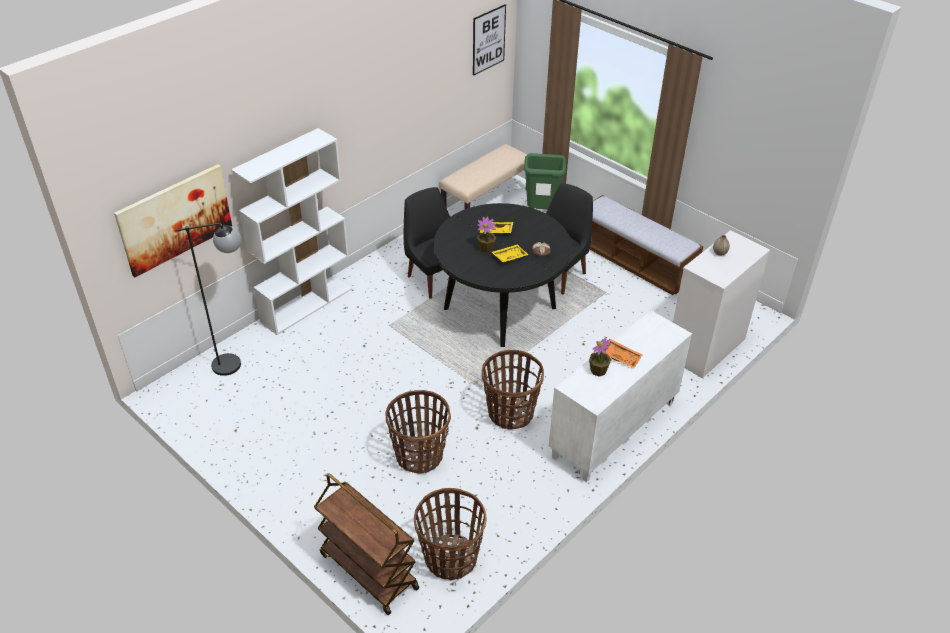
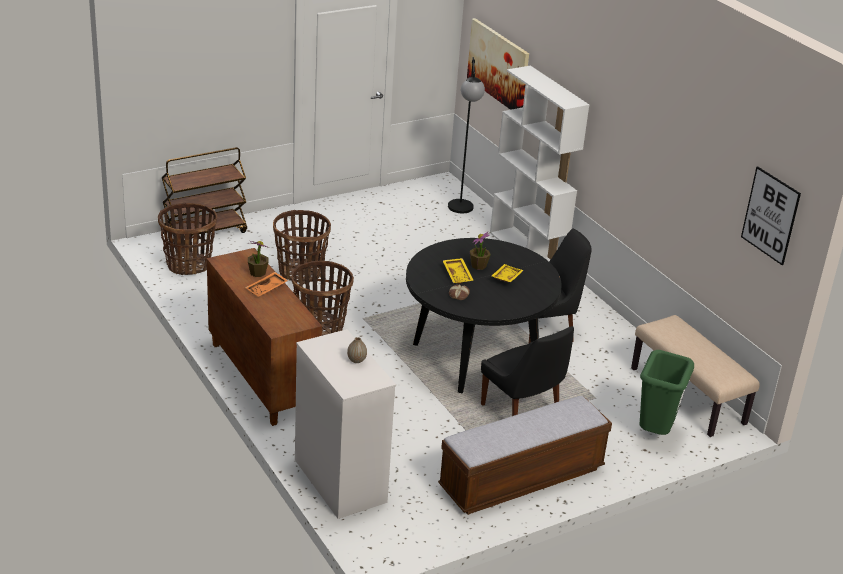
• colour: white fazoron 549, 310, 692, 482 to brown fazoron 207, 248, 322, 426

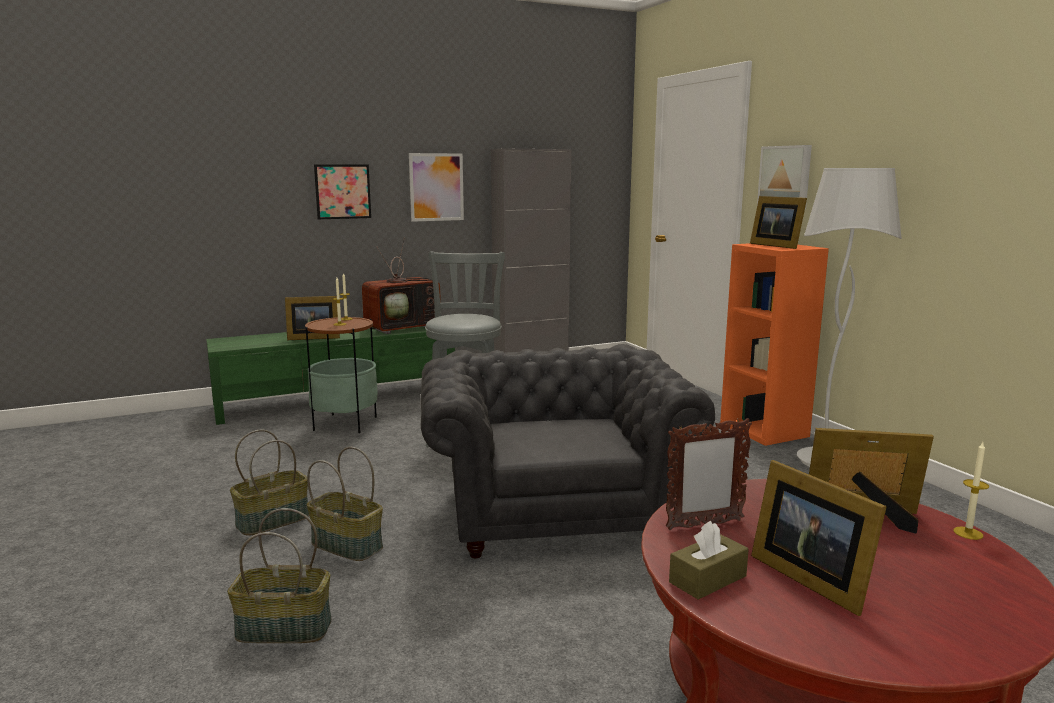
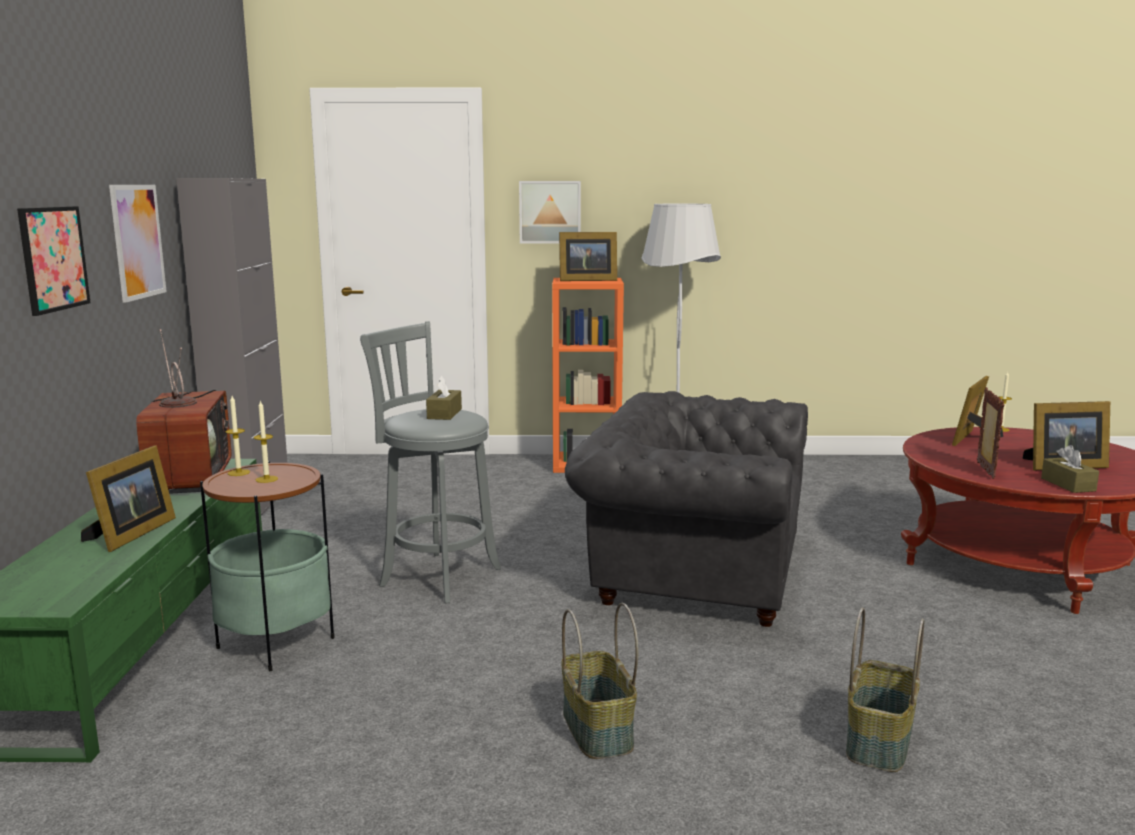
• missing: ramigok 307, 447, 383, 561
• appeared: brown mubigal 426, 376, 462, 420

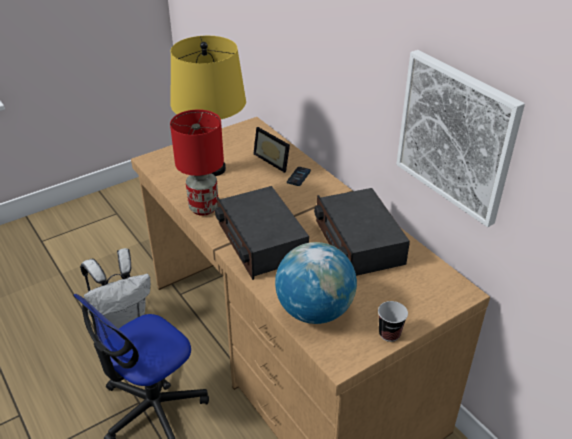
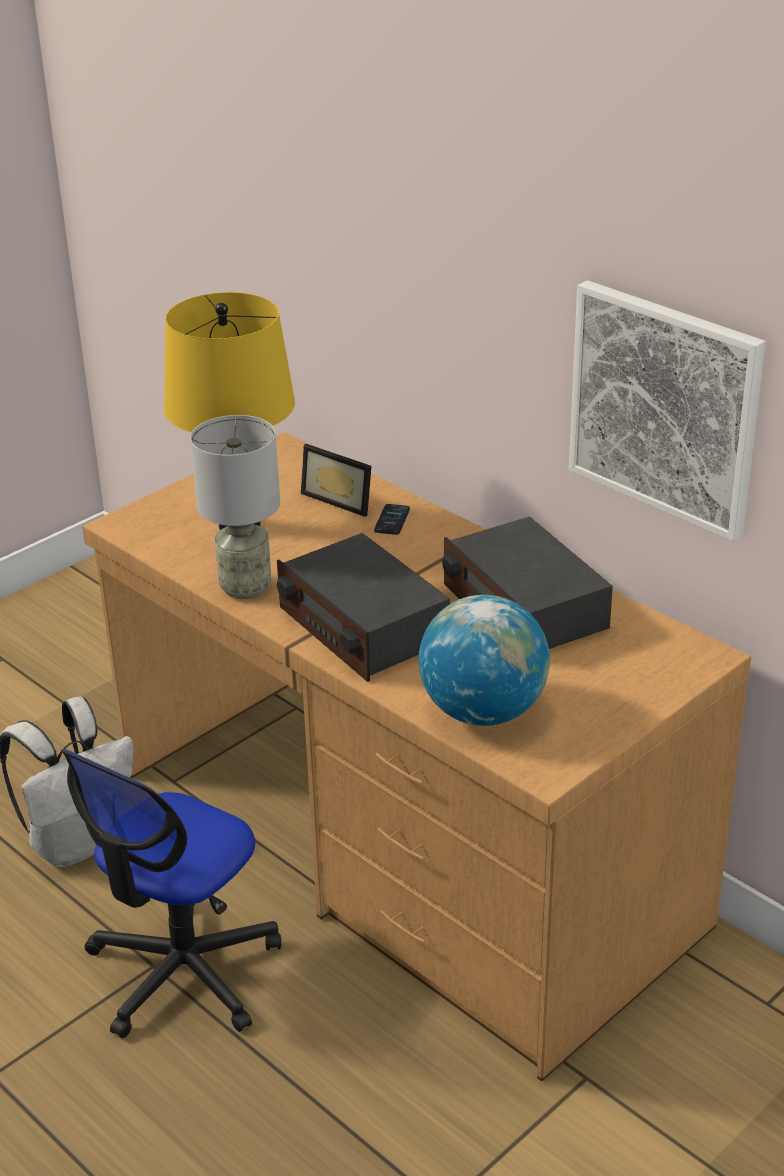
• colour: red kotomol 170, 109, 224, 216 to grey kotomol 190, 415, 280, 599
• missing: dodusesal 378, 301, 408, 342

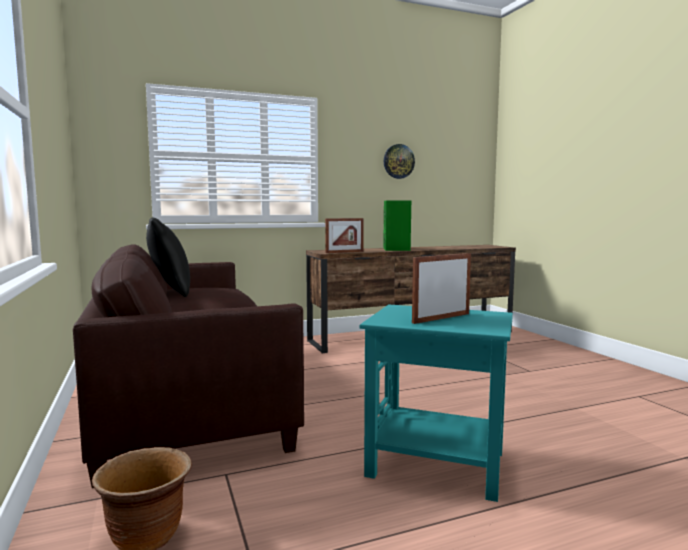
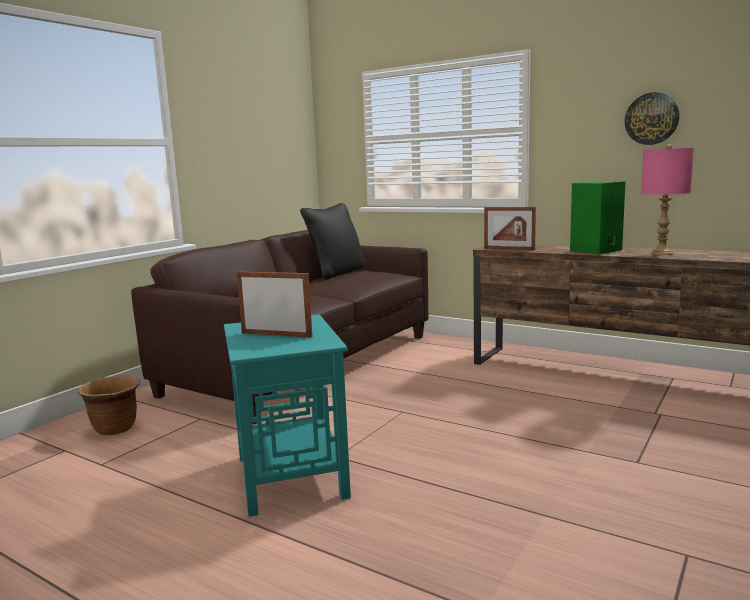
• appeared: pink kotomol 641, 144, 694, 255

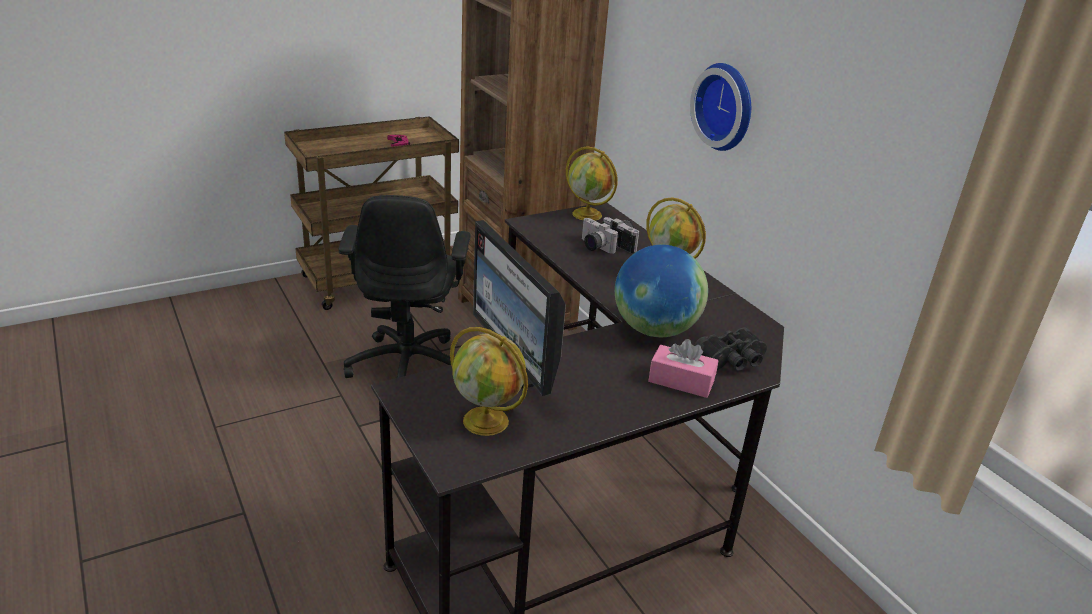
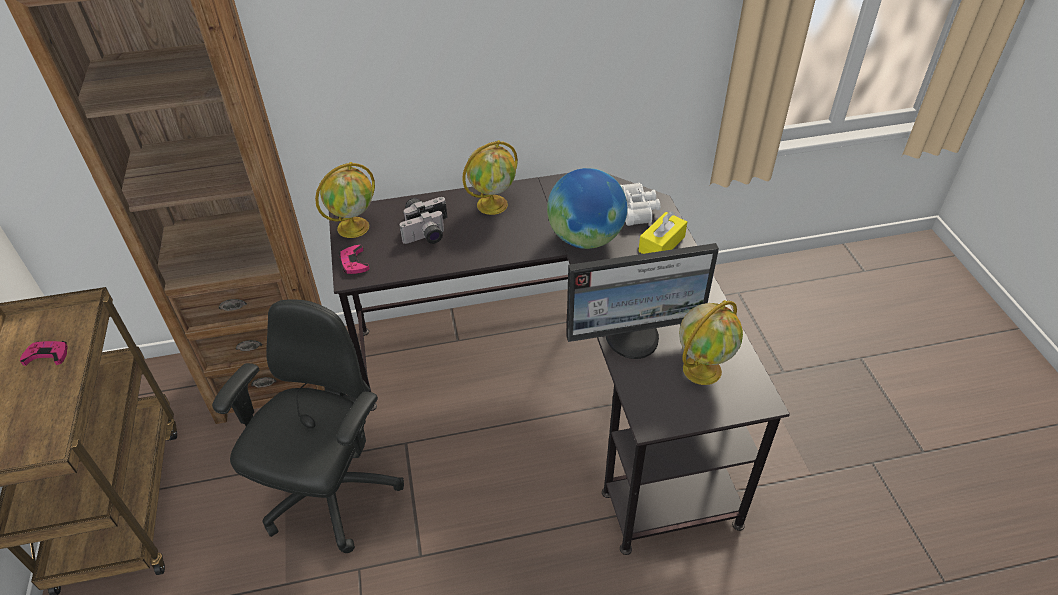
• spun: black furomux 339, 195, 471, 378 = 212, 299, 404, 553 90 degrees counterclockwise
• colour: pink mubigal 648, 339, 719, 398 to yellow mubigal 638, 211, 687, 254
• missing: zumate 690, 63, 751, 151
• colour: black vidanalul 694, 328, 767, 371 to white vidanalul 620, 183, 660, 226
• appeared: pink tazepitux 339, 245, 369, 274

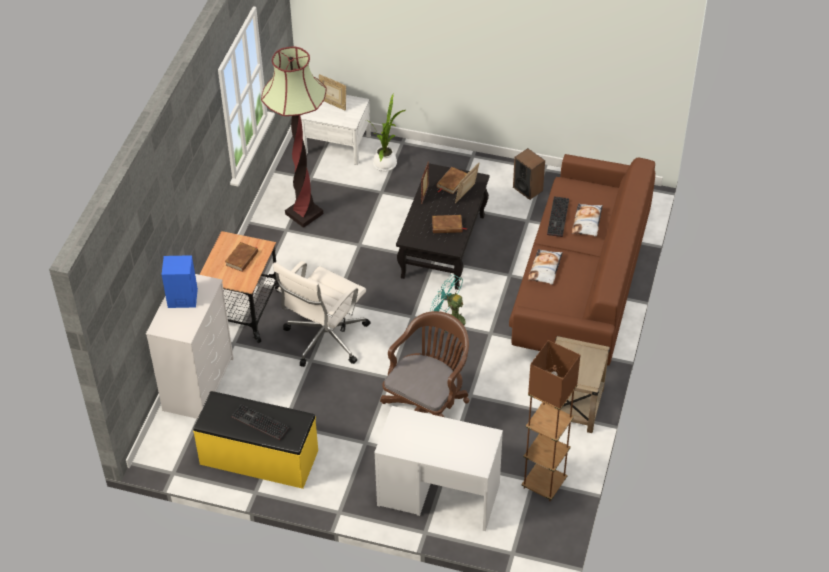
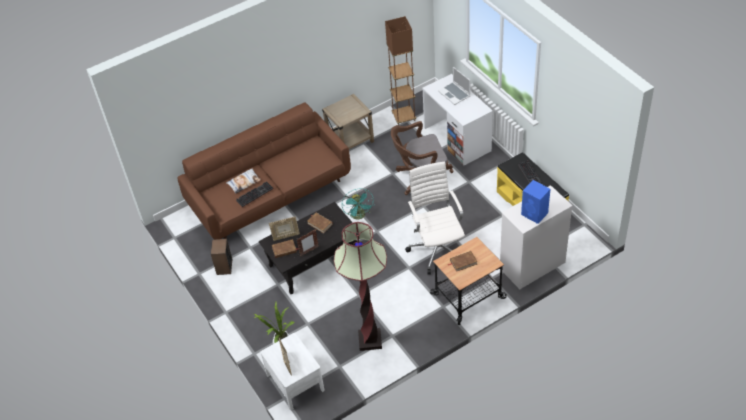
• spun: white furomux 273, 261, 371, 367 = 405, 161, 465, 275 90 degrees counterclockwise
• missing: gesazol 528, 249, 563, 285
• appeared: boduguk 438, 67, 470, 105

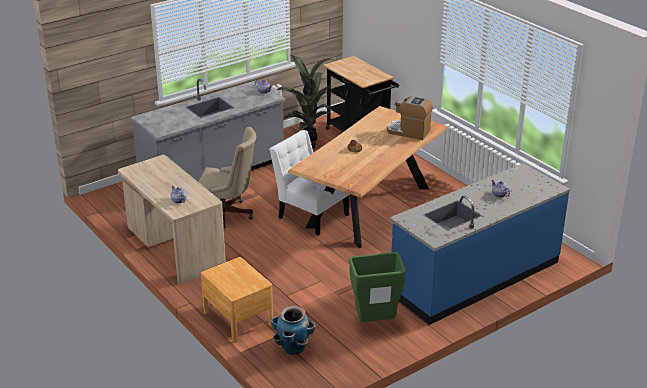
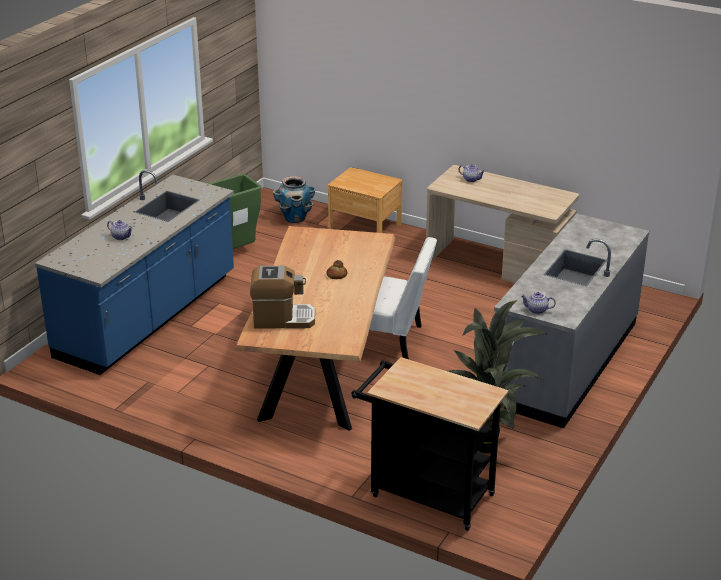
• missing: beige furomux 198, 127, 256, 230

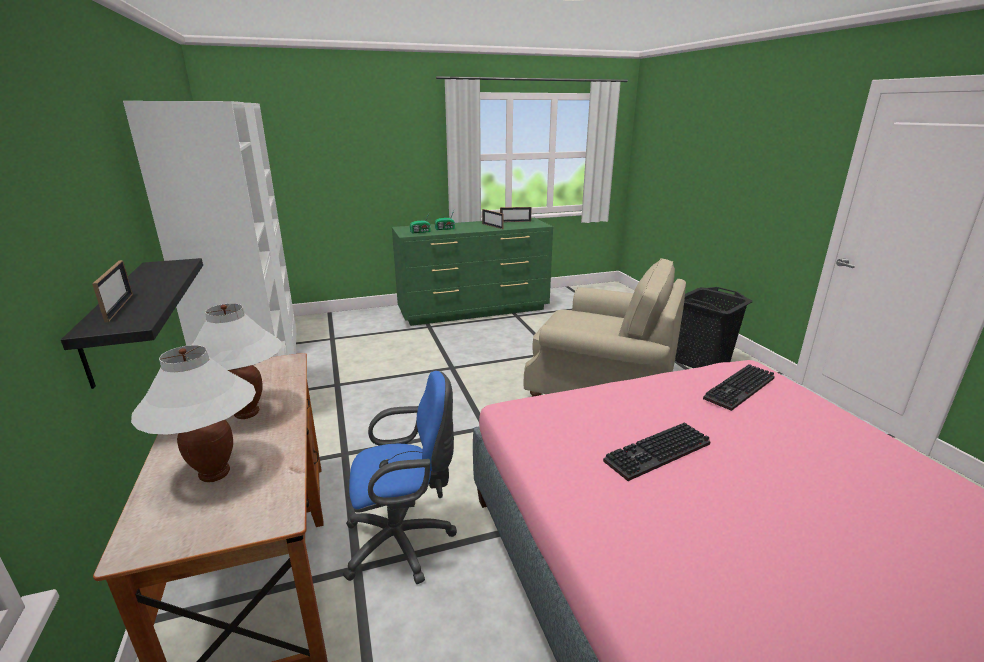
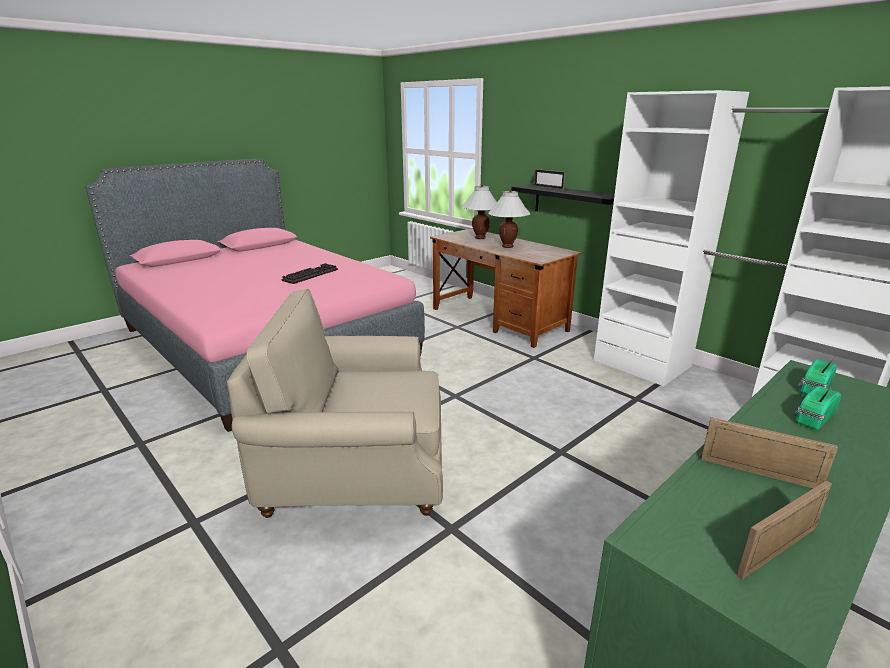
• missing: blue furomux 343, 371, 457, 584
• missing: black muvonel 675, 287, 753, 368
• missing: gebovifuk 703, 364, 775, 411

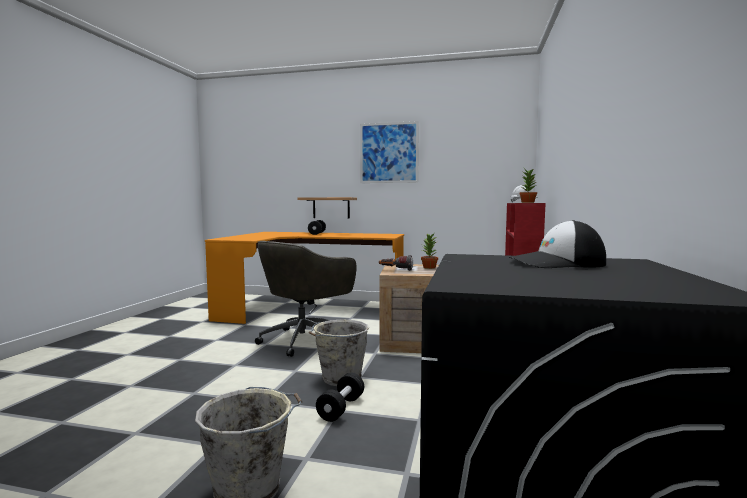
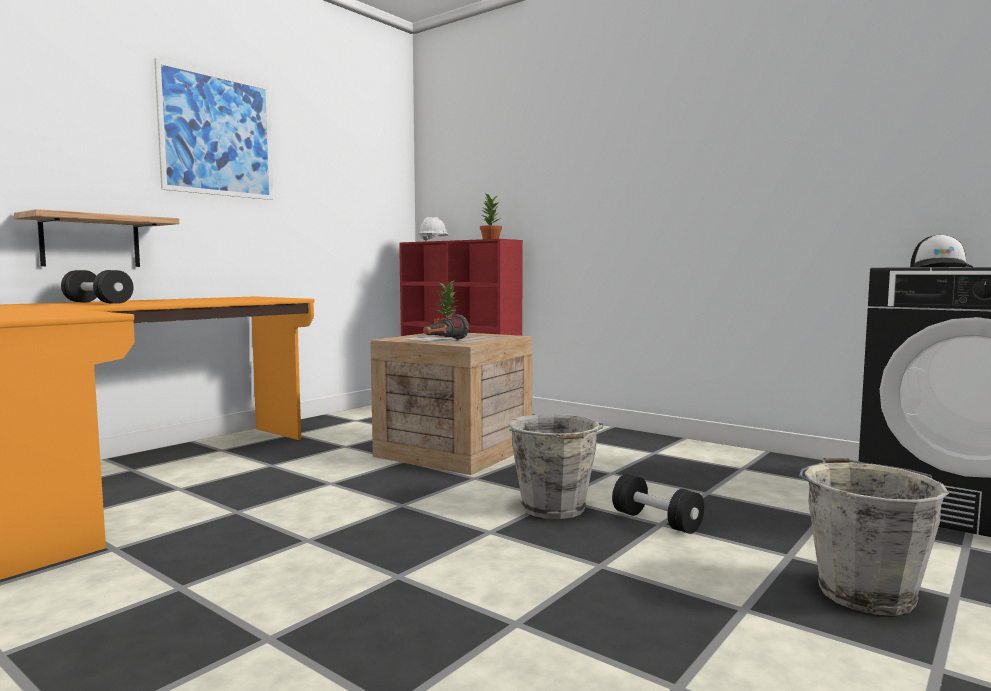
• missing: grey furomux 255, 241, 357, 357

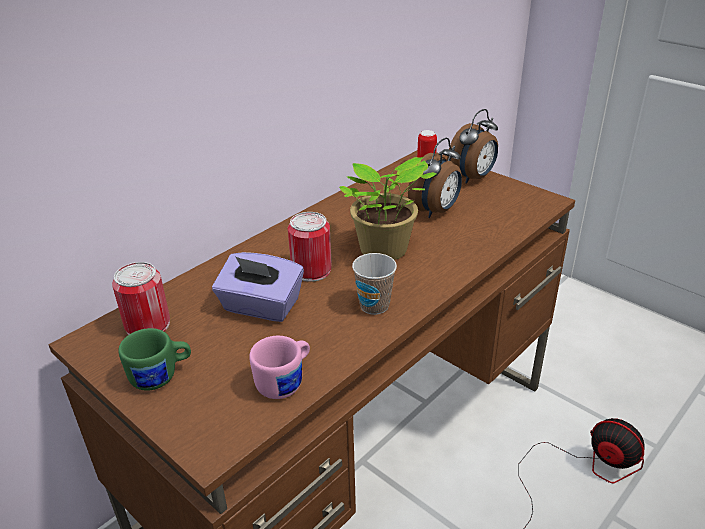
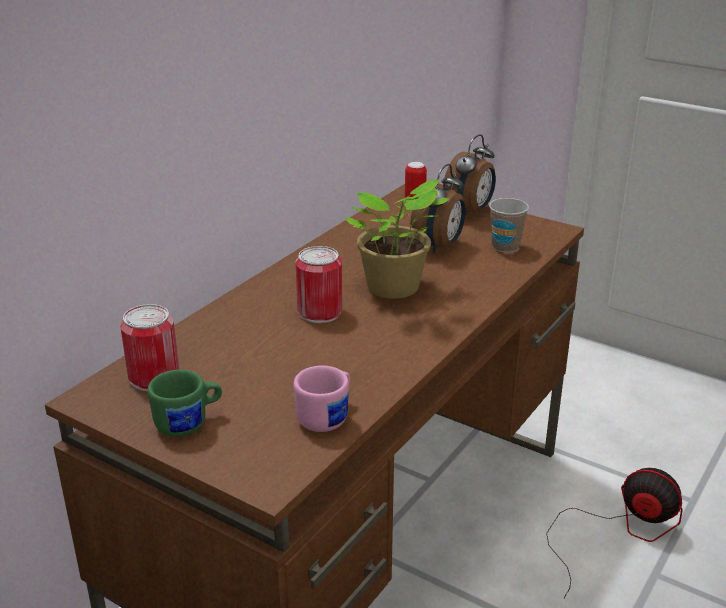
• missing: purple mubigal 212, 252, 304, 322
• relocated: dodusesal 352, 253, 397, 315 to 489, 198, 529, 253

